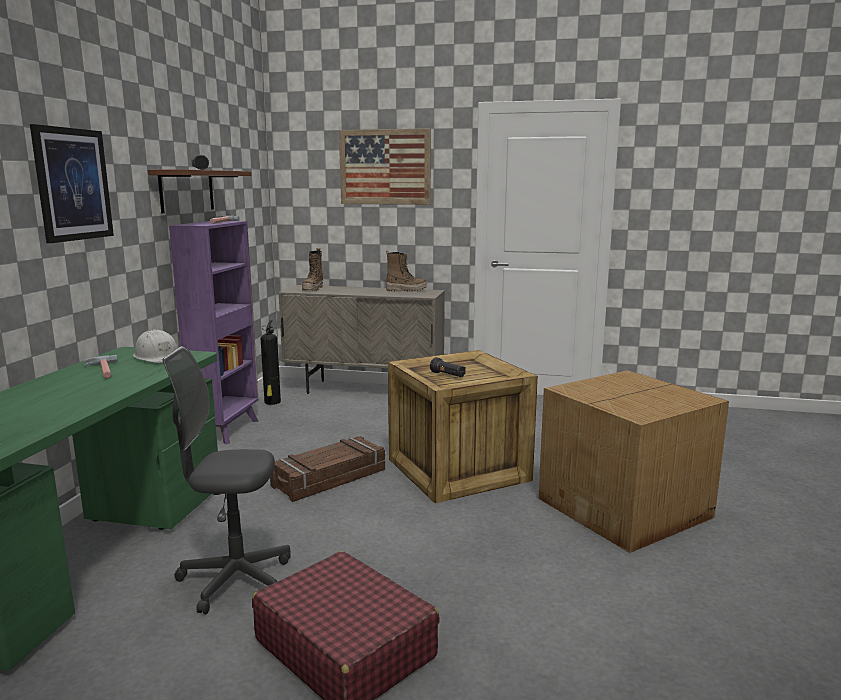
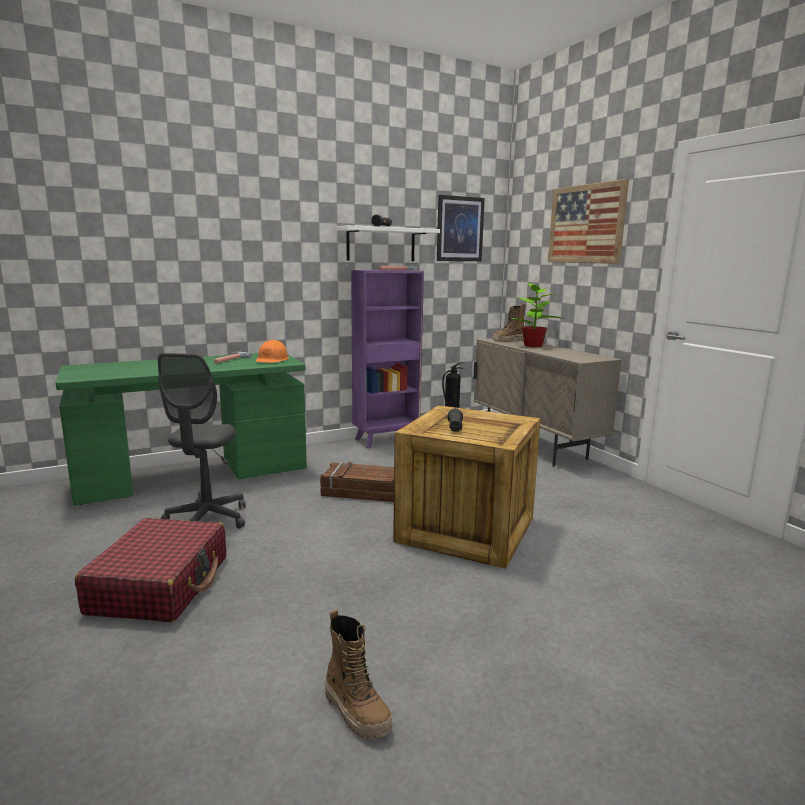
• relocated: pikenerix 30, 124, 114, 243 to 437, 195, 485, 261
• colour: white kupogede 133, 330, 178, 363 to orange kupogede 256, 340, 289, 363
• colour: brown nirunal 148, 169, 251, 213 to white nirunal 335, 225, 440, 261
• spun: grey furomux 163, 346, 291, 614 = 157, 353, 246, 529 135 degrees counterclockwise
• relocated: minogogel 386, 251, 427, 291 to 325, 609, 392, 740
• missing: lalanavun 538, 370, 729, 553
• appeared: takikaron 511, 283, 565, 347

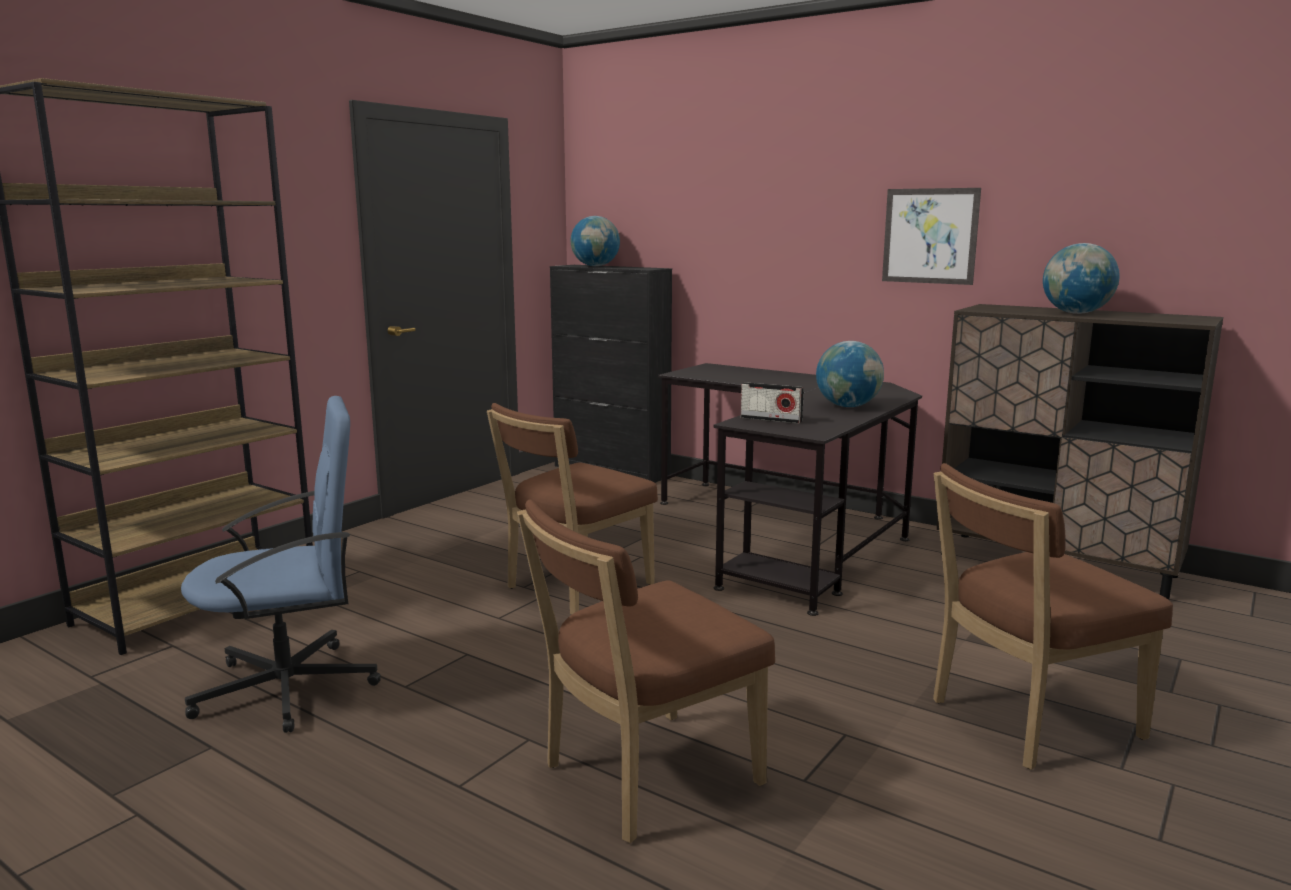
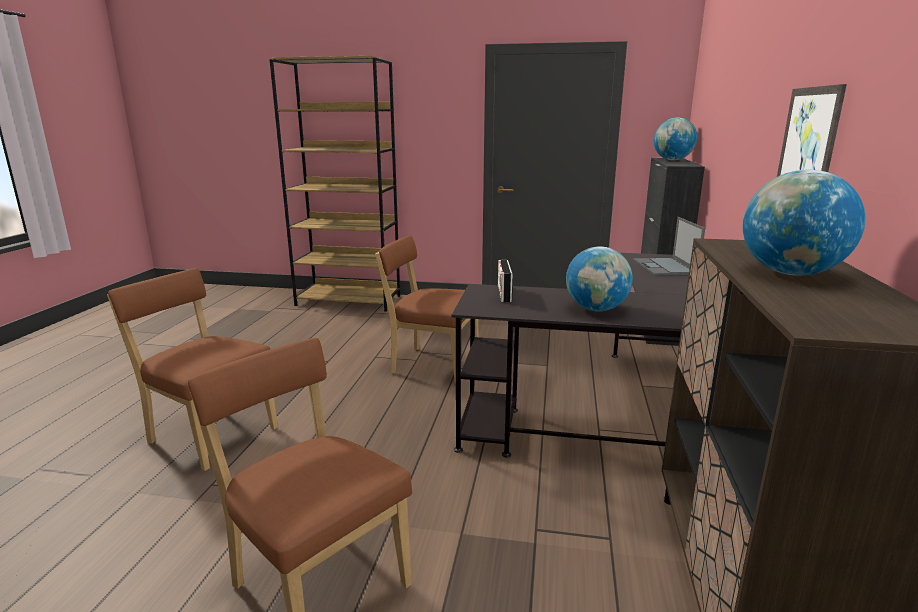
• missing: blue furomux 181, 396, 381, 733
• appeared: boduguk 633, 217, 705, 276

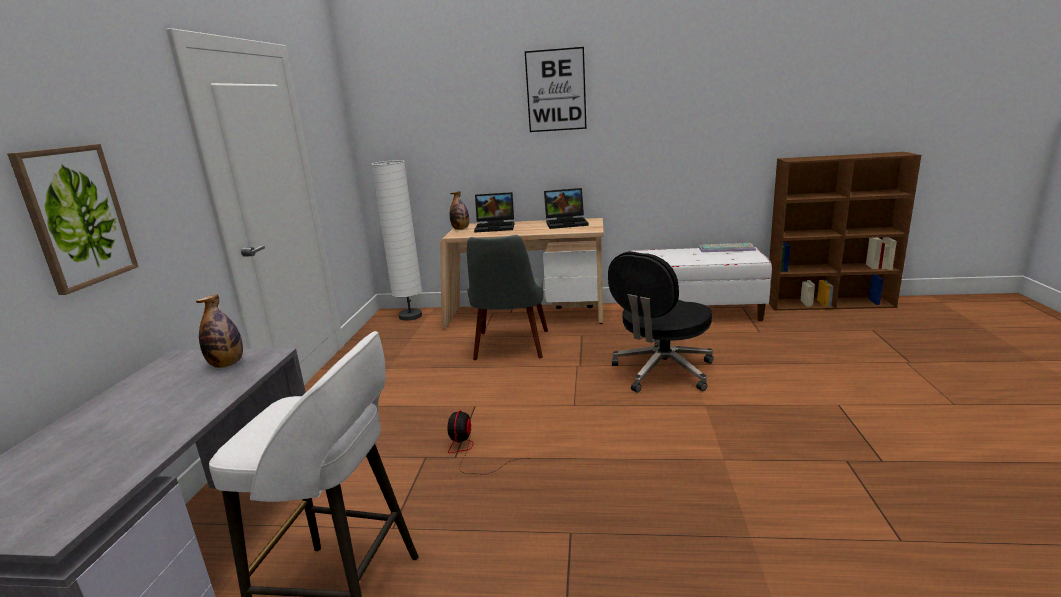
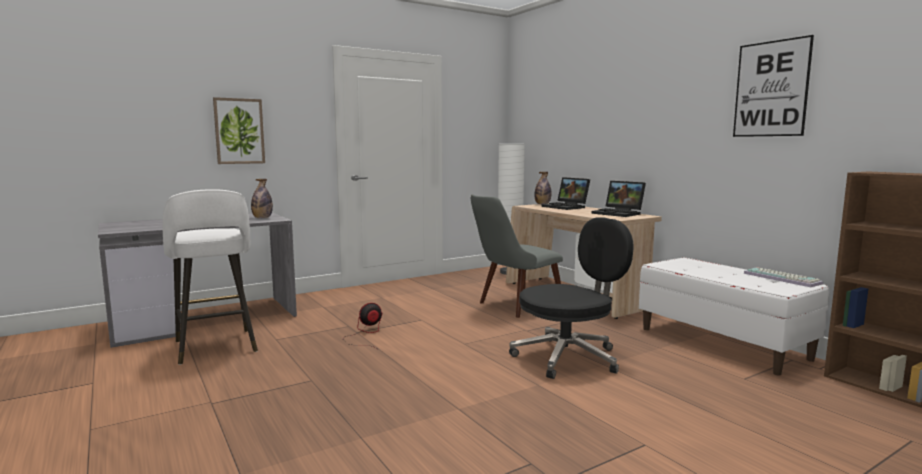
• relocated: pikenerix 525, 47, 587, 132 to 733, 35, 814, 137
• spun: black furomux 608, 252, 714, 393 = 509, 217, 634, 379 150 degrees clockwise

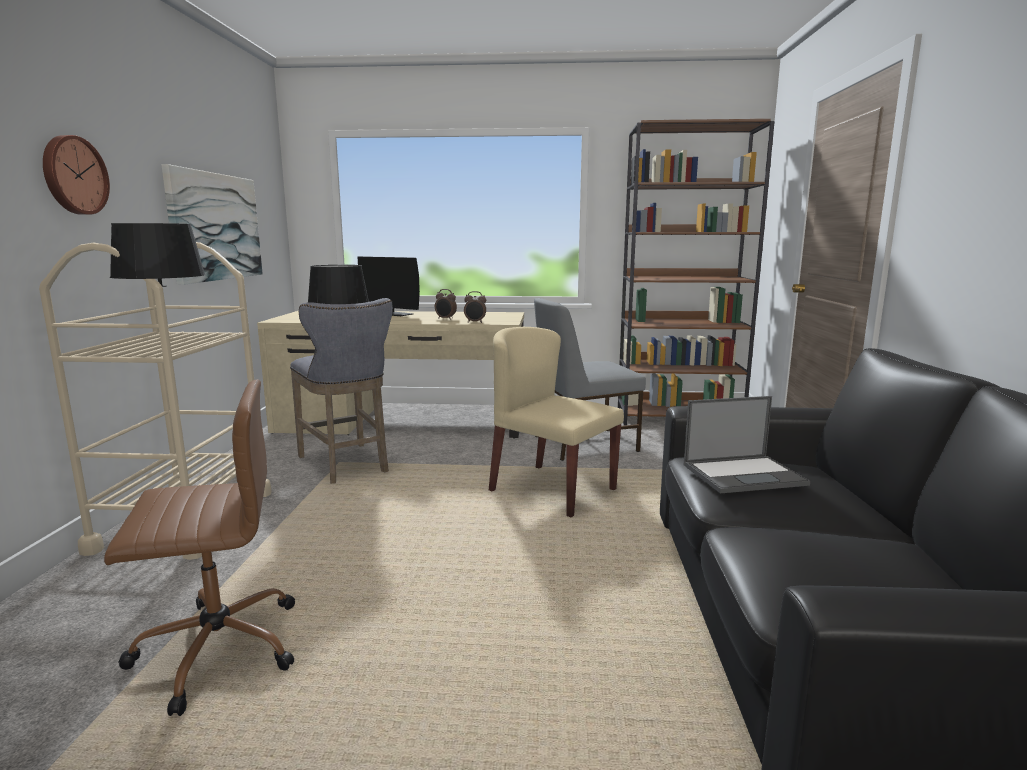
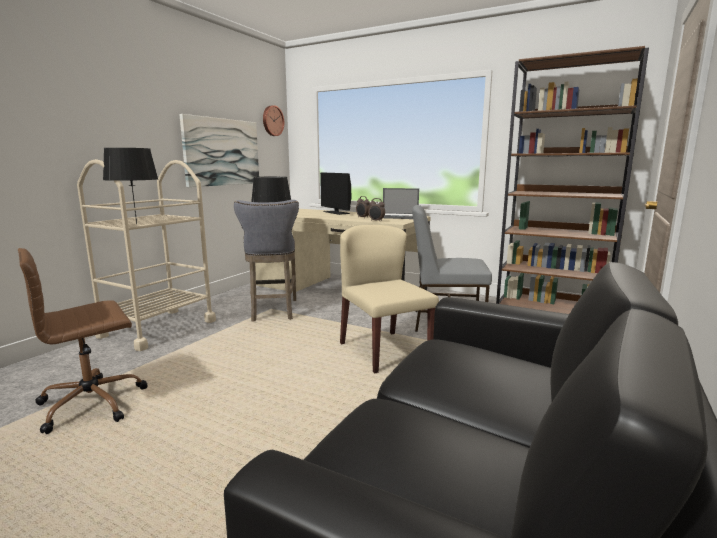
• relocated: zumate 43, 135, 110, 215 to 263, 105, 284, 136
• spun: brown furomux 104, 379, 295, 716 = 18, 248, 148, 434 135 degrees clockwise
• relocated: boduguk 684, 396, 810, 493 to 383, 188, 419, 219

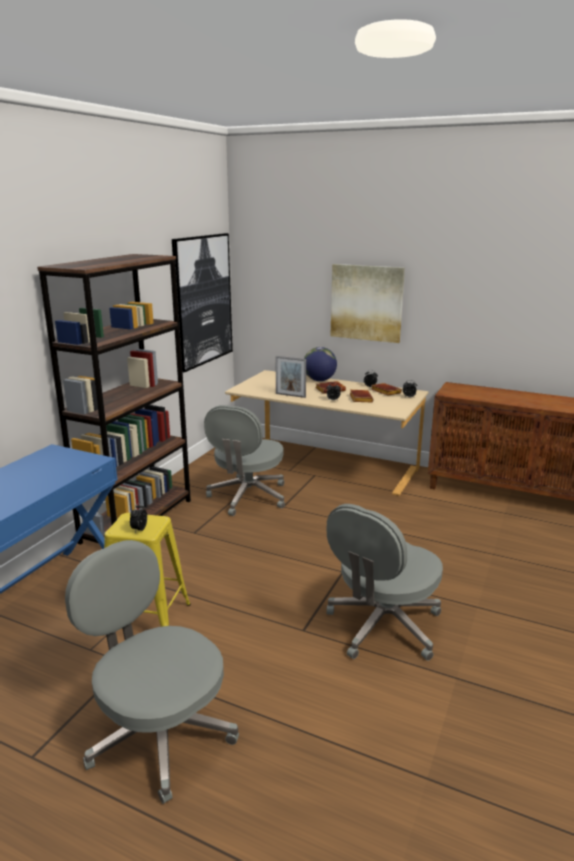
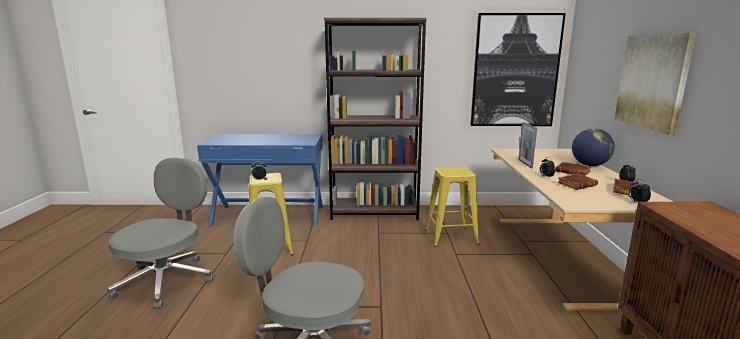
• exchanged: grey furomux 204, 405, 285, 516 to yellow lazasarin 425, 167, 479, 247

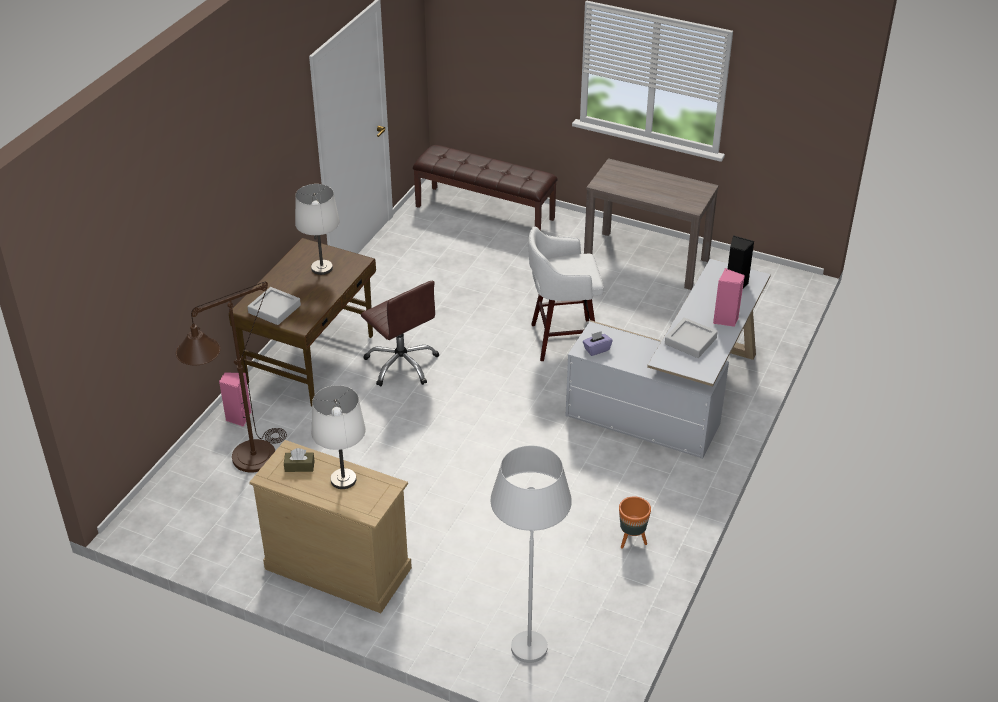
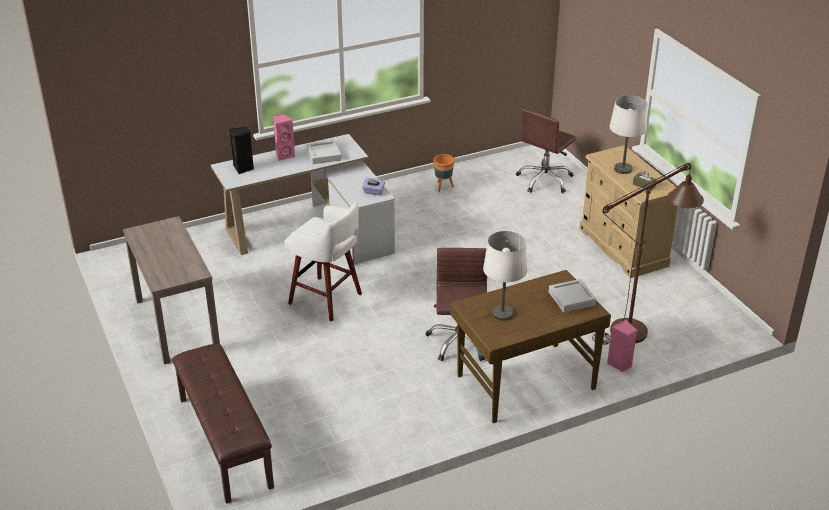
• exchanged: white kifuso 491, 445, 572, 663 to brown furomux 516, 109, 576, 193

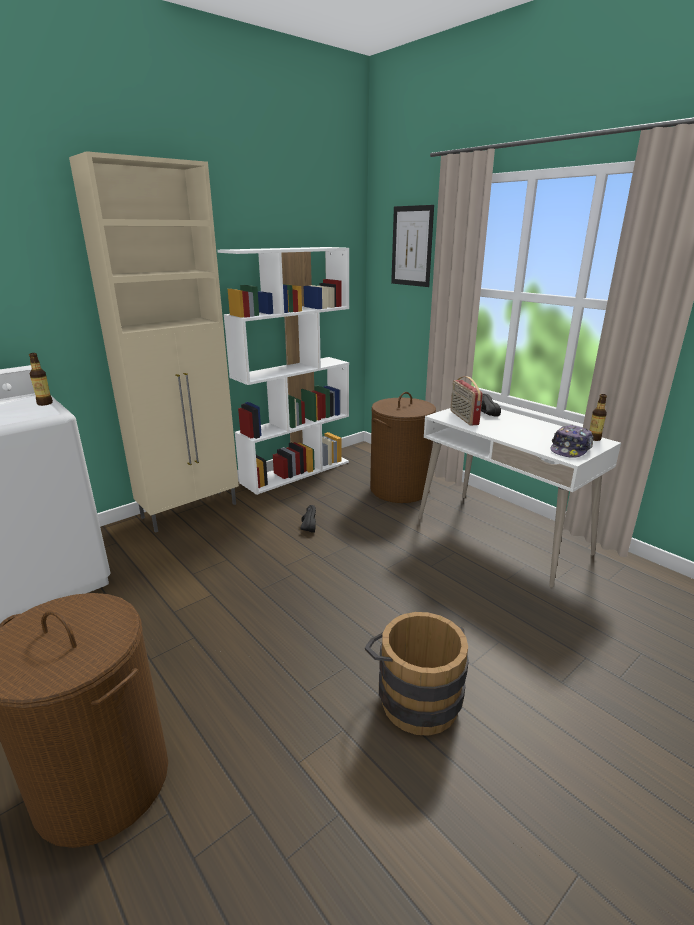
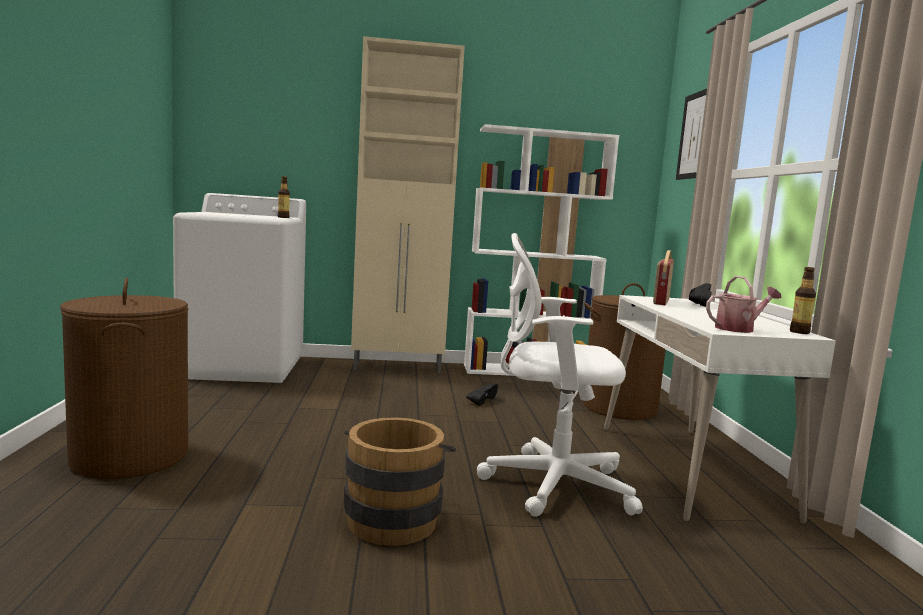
• exchanged: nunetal 550, 425, 594, 458 to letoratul 706, 276, 782, 333
• appeared: white furomux 477, 233, 643, 517

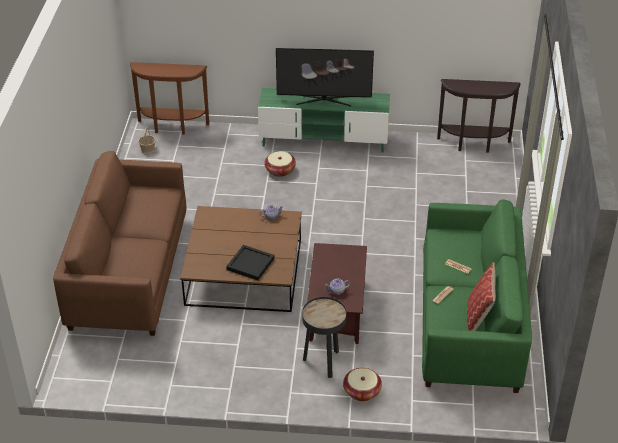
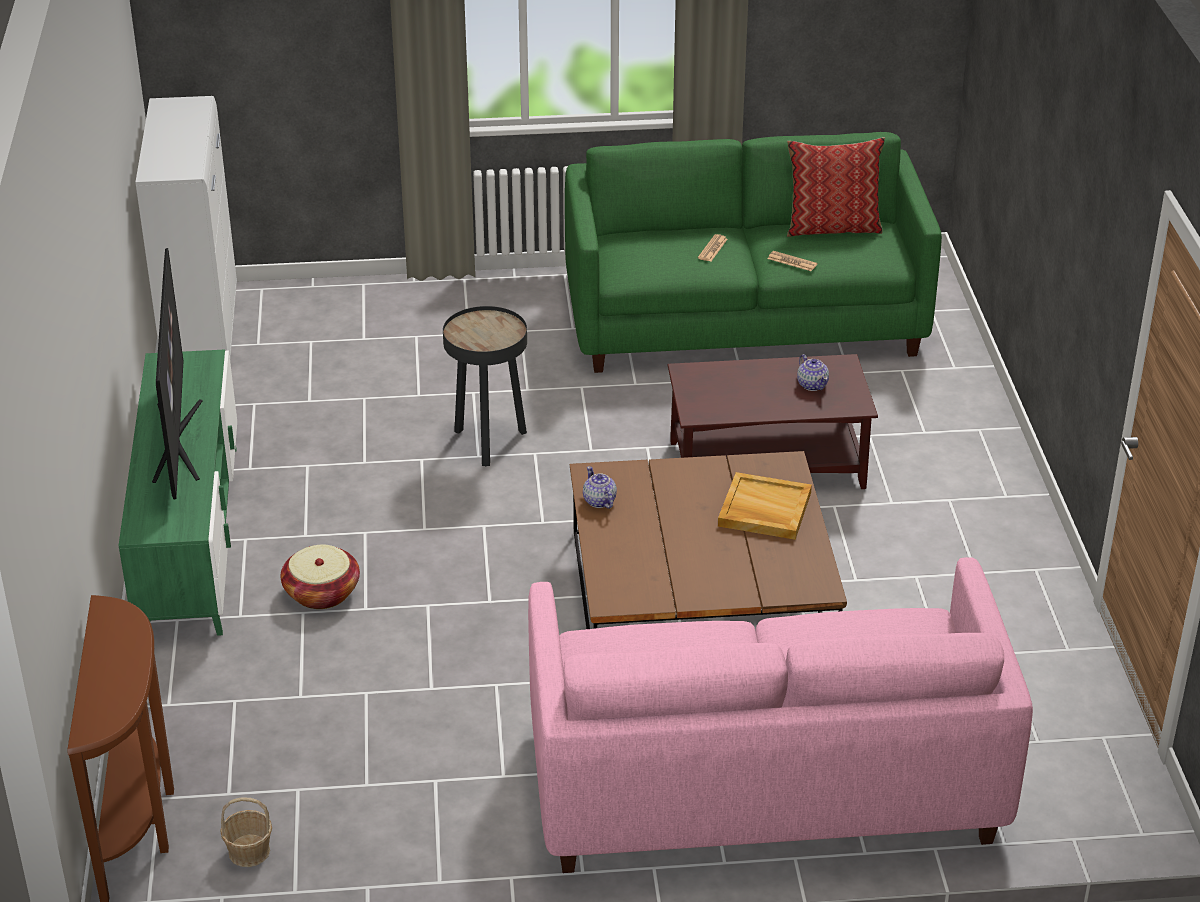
• colour: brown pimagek 53, 151, 186, 336 to pink pimagek 528, 557, 1033, 873
• colour: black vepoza 226, 245, 275, 280 to beige vepoza 718, 472, 812, 540
• relocated: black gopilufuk 302, 297, 347, 378 to 443, 306, 527, 466
• missing: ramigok 343, 368, 382, 401
• exchanged: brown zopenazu 437, 79, 521, 153 to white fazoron 135, 96, 237, 357

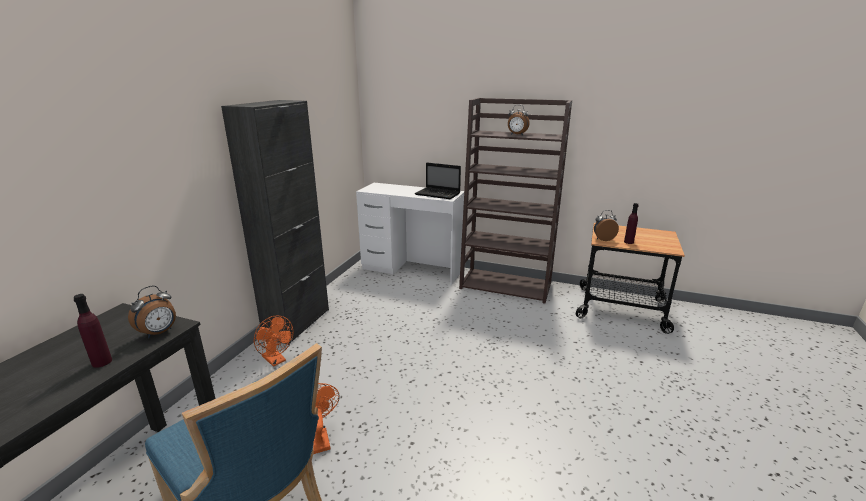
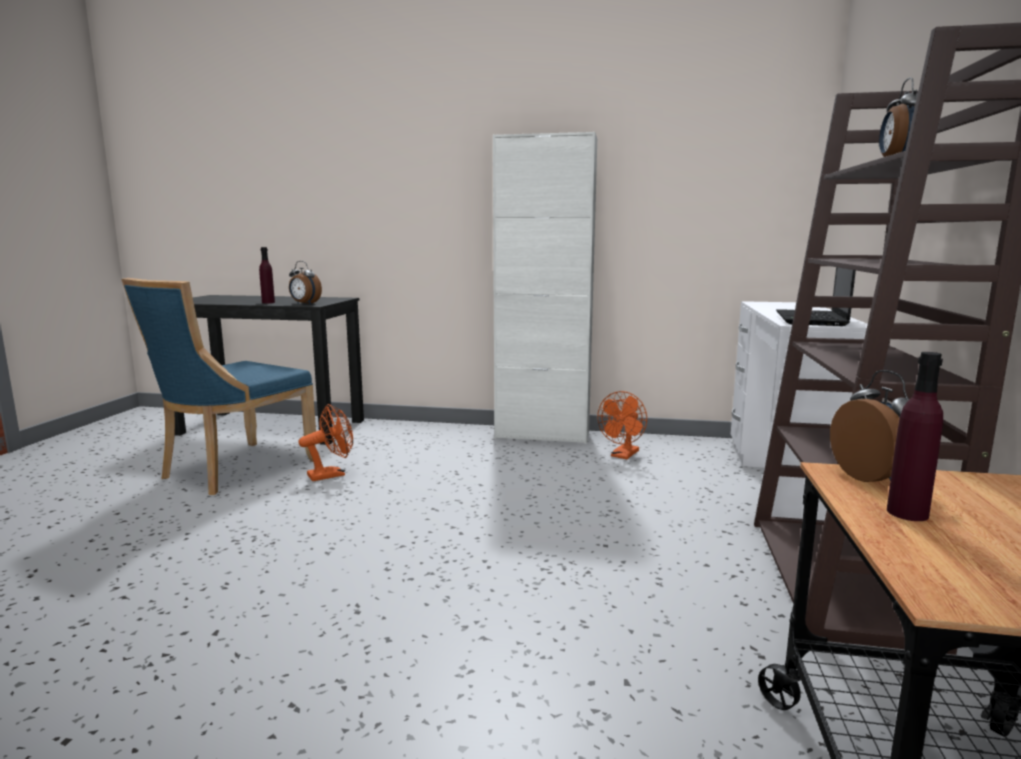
• colour: black fazoron 221, 100, 329, 344 to white fazoron 493, 132, 597, 444
• relocated: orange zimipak 254, 315, 293, 367 to 597, 391, 647, 459

